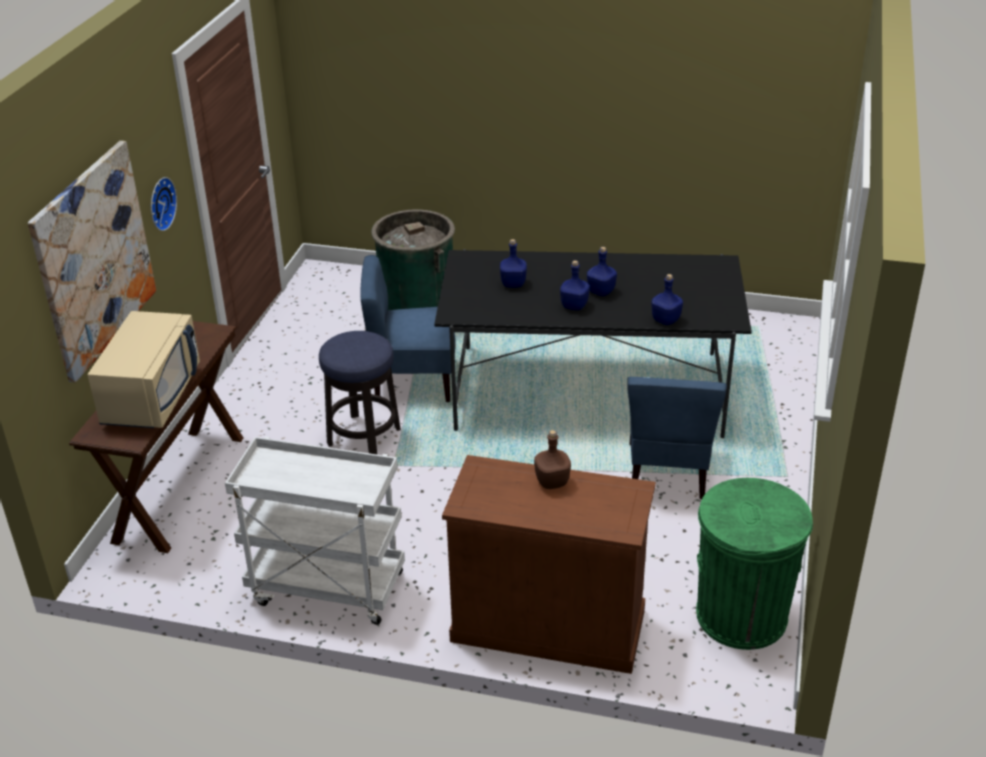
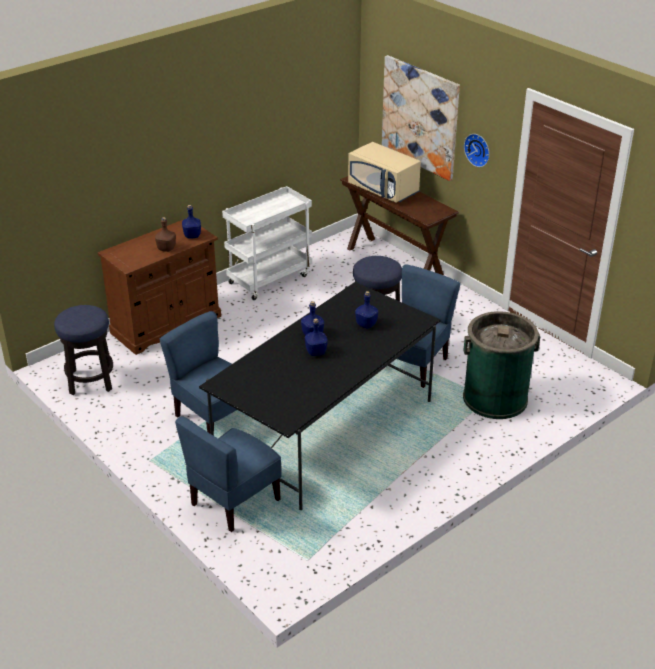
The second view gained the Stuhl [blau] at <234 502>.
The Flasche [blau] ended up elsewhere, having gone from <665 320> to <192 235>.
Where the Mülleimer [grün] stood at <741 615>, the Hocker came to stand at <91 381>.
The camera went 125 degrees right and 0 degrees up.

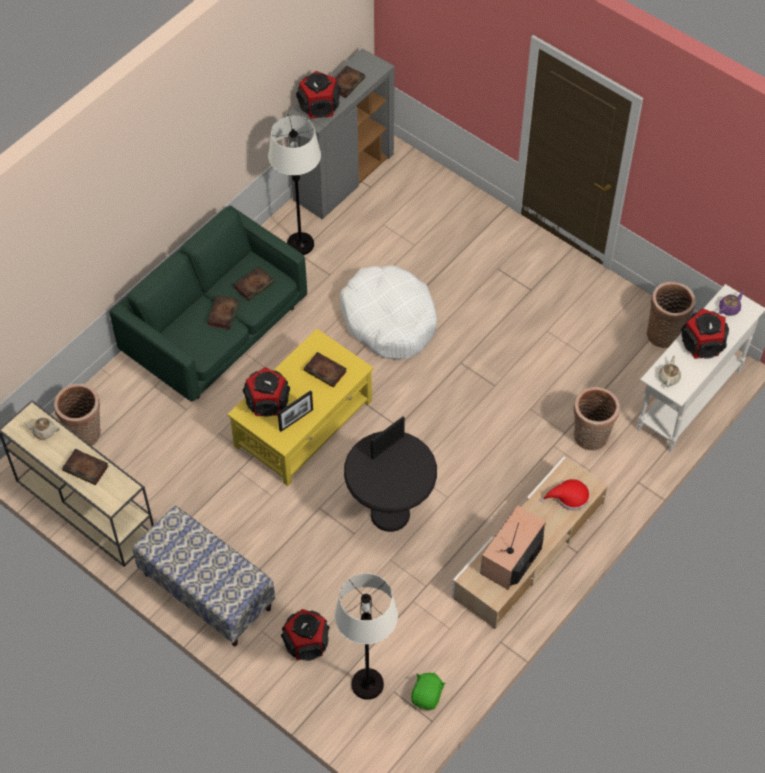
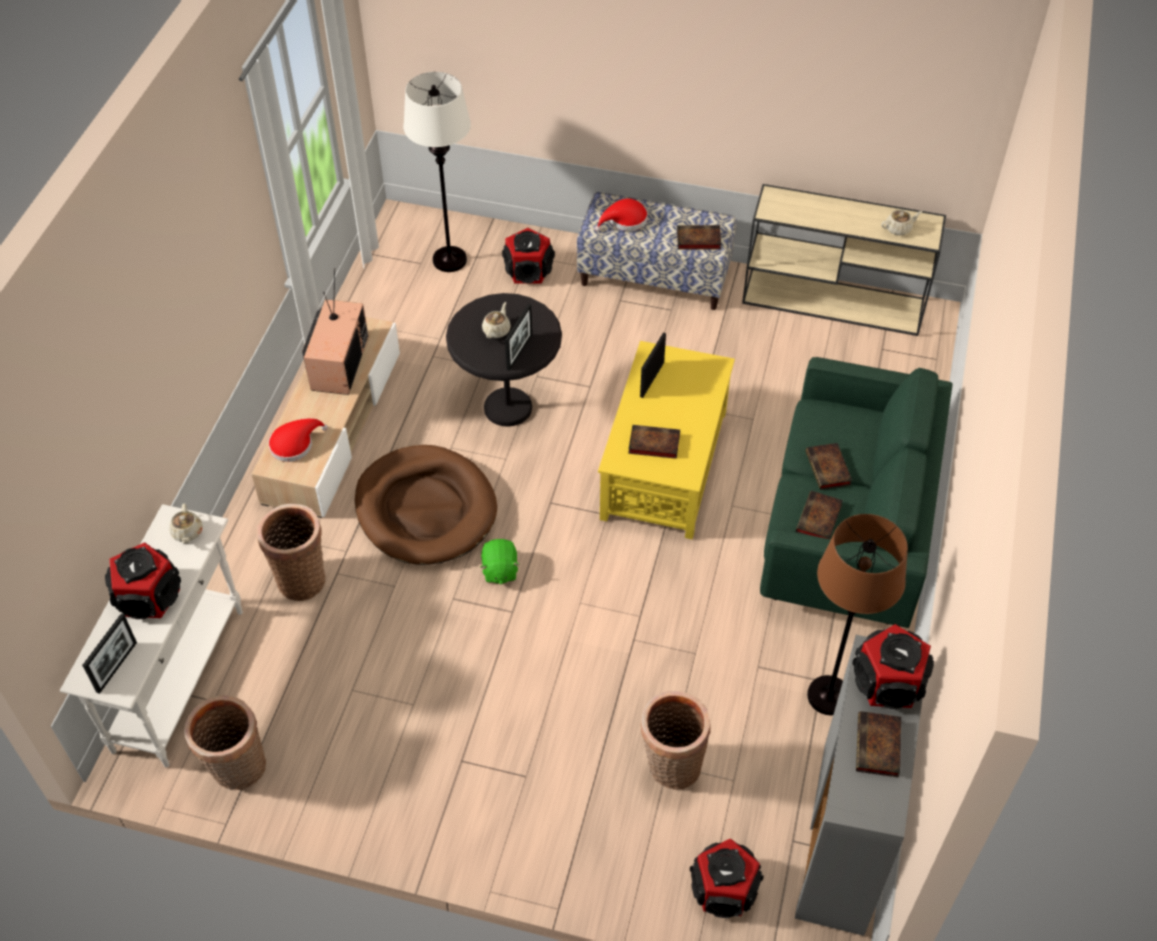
The second view lost the Hundebett [weiß] at <389 320>.
The second view gained the Hundebett [braun] at <425 509>.
The second view gained the Teekanne [beige] at <497 330>.
The second view gained the Hut [rot] at <625 220>.
The Korb ended up elsewhere, having gone from <85 435> to <671 766>.
The Buch ended up elsewhere, having gone from <87 468> to <697 240>.
The Lautsprecher ended up elsewhere, having gone from <267 401> to <724 890>.
The Plüschtier [grün] ended up elsewhere, having gone from <427 696> to <499 570>.
Where the Teekanne [lila] stood at <729 308>, the Bilderrahmen came to stand at <116 667>.
What was the Stehlampe [weiß] at <300 244> turned into the Stehlampe [braun] at <828 696>.
The camera went 155 degrees right and 5 degrees down.

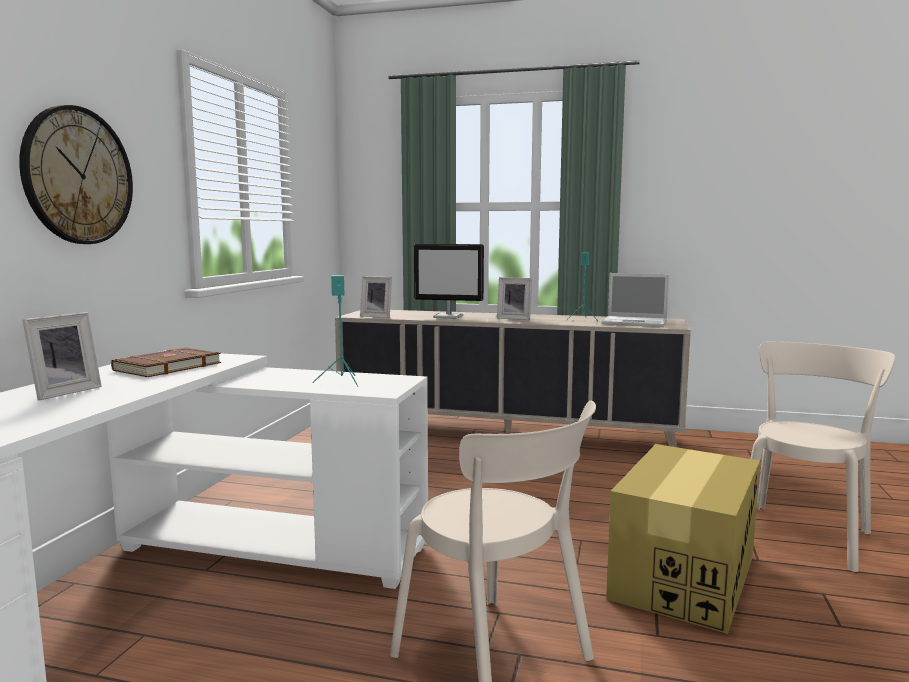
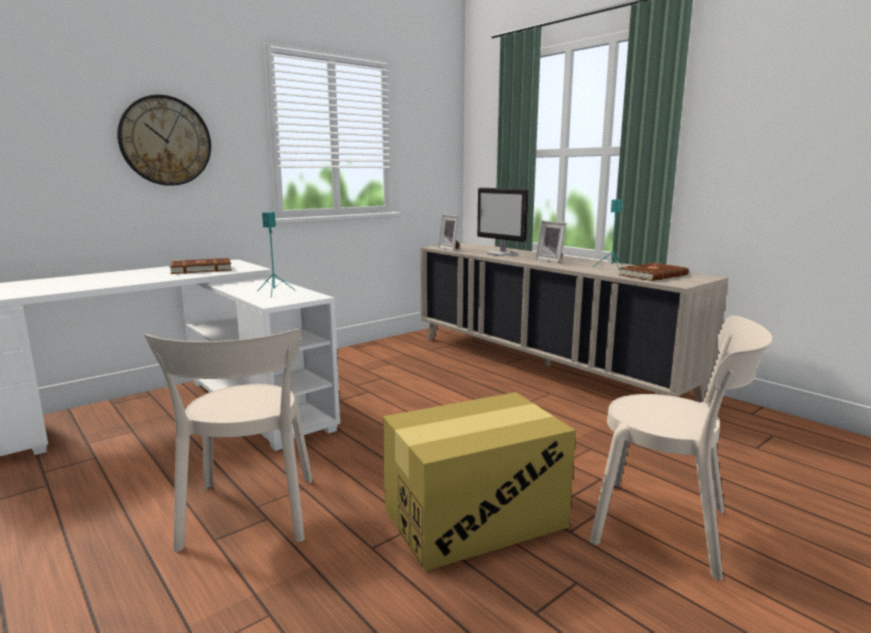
The second view lost the Bilderrahmen at <63 392>.
Where the Laptop stood at <636 322>, the Buch [braun] came to stand at <654 275>.
The Stuhl [beige] at <803 534> ended up facing another way, 45 degrees clockwise from before.
The camera went 35 degrees right and 5 degrees up.

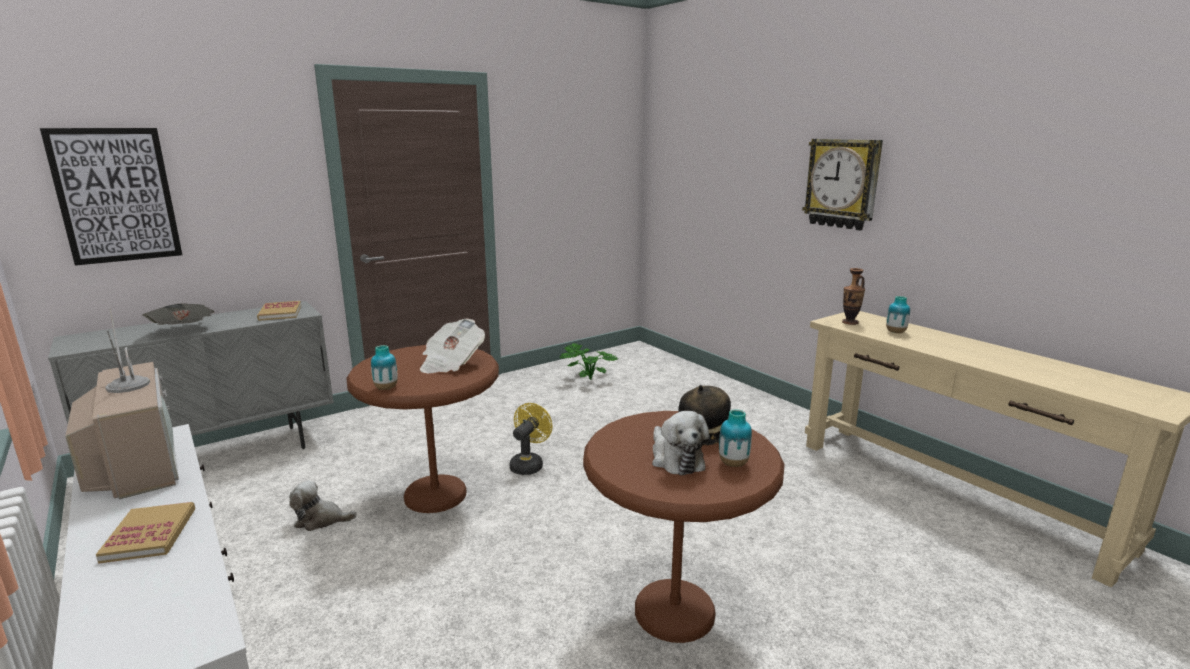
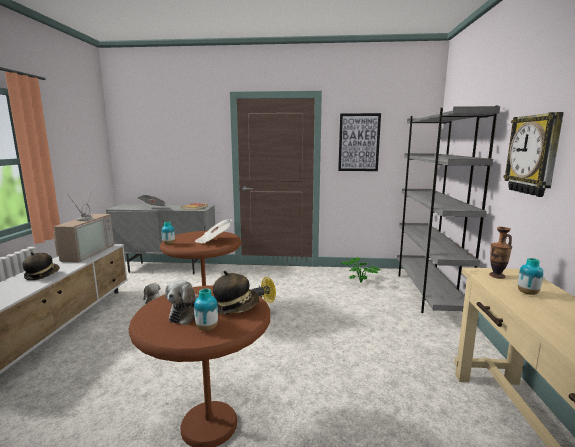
The second view gained the Bücherregal [grau] at <427 293>.
The Bild ended up elsewhere, having gone from <116 195> to <359 142>.
Where the Buch stood at <150 535>, the Hut came to stand at <42 275>.
The camera went 40 degrees right and 5 degrees down.

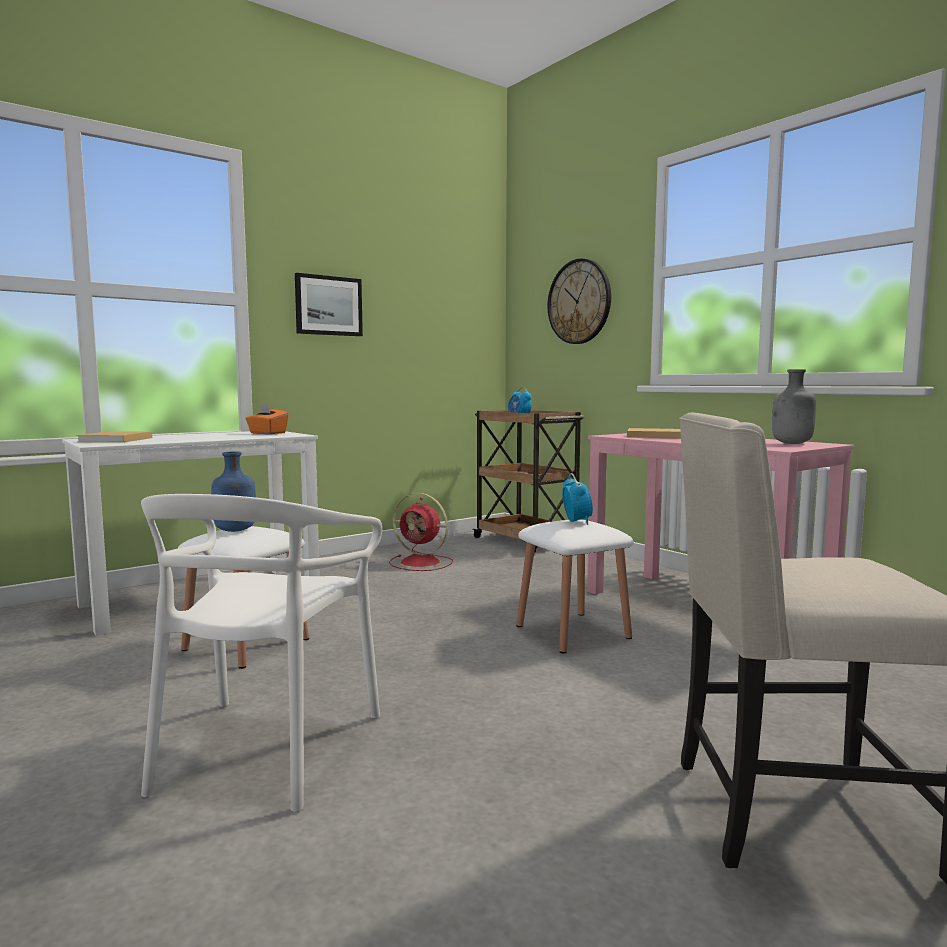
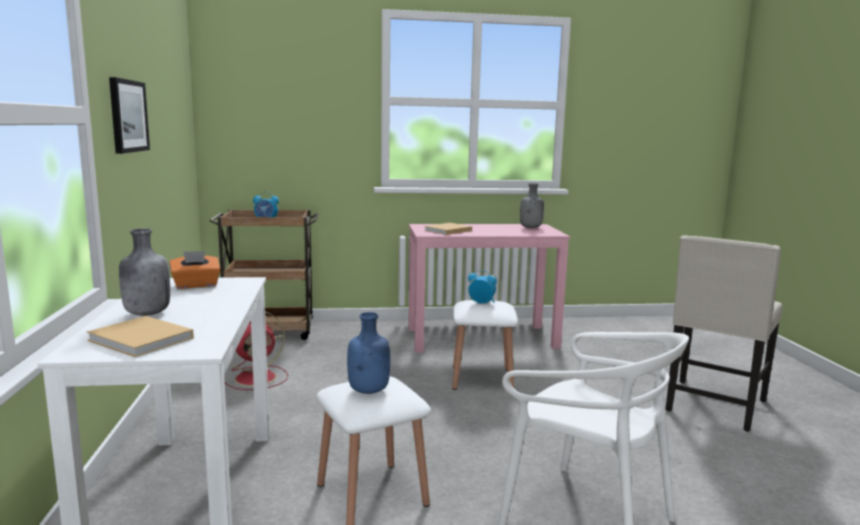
The second view lost the Wanduhr at <579 302>.
The second view gained the Flasche [grau] at <146 314>.
The camera went 60 degrees left and 5 degrees up.

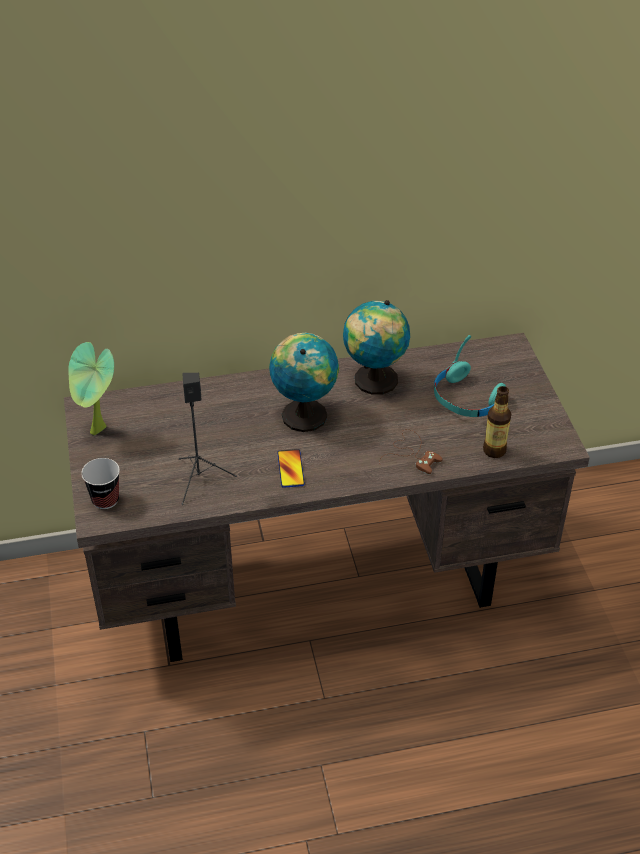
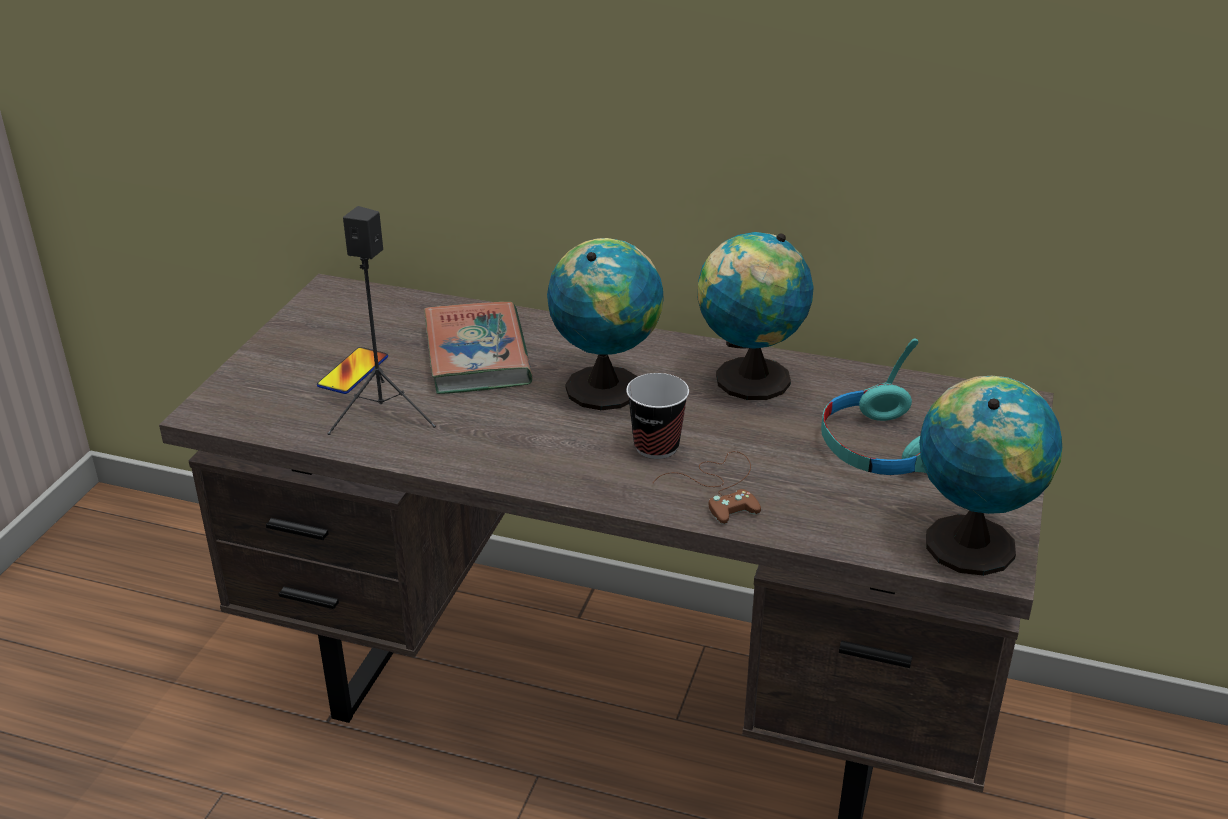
The second view lost the Topfpflanze at <99 432>.
The second view lost the Flasche at <494 450>.
The second view gained the Buch at <477 356>.
The second view gained the Globus at <970 542>.
The Tasse ended up elsewhere, having gone from <105 500> to <656 446>.
The Handy ended up elsewhere, having gone from <290 469> to <353 372>.
The camera went 30 degrees right and 10 degrees down.

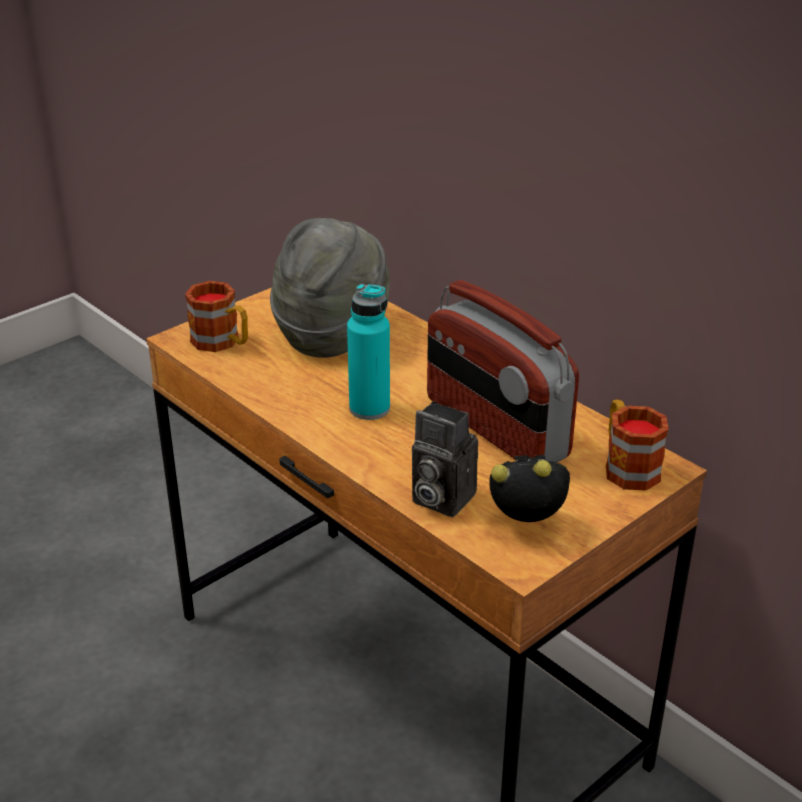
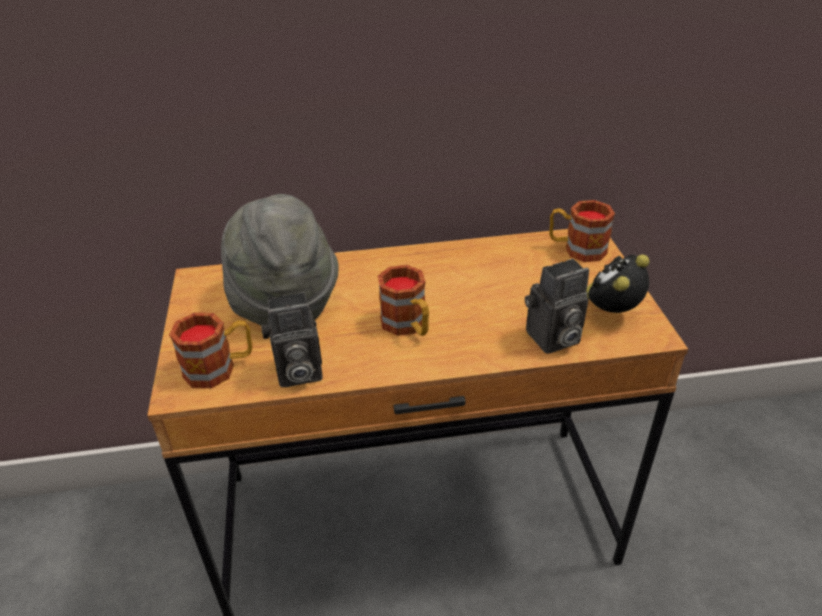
The second view lost the Radio at <495 428>.
The second view gained the Kamera at <296 373>.
Where the Flasche [türkis] stood at <369 408>, the Henkelbecher came to stand at <408 326>.
The camera went 55 degrees left and 5 degrees up.

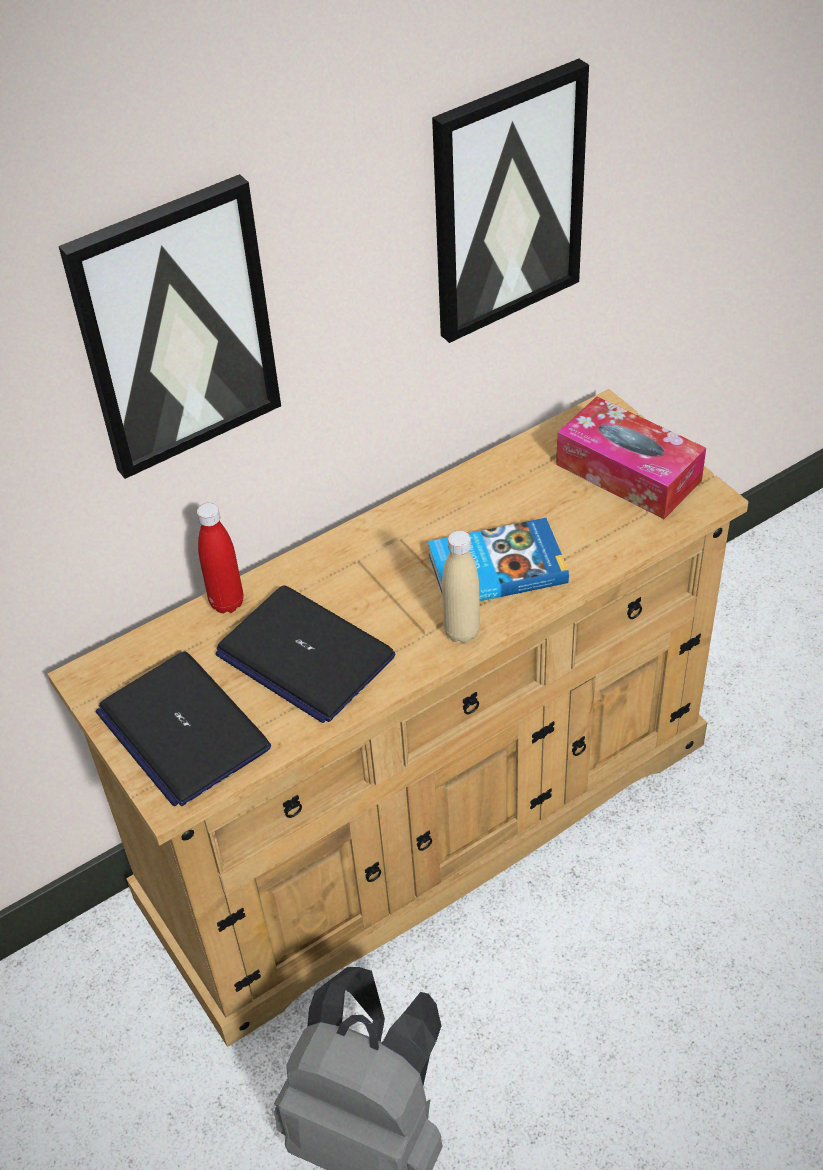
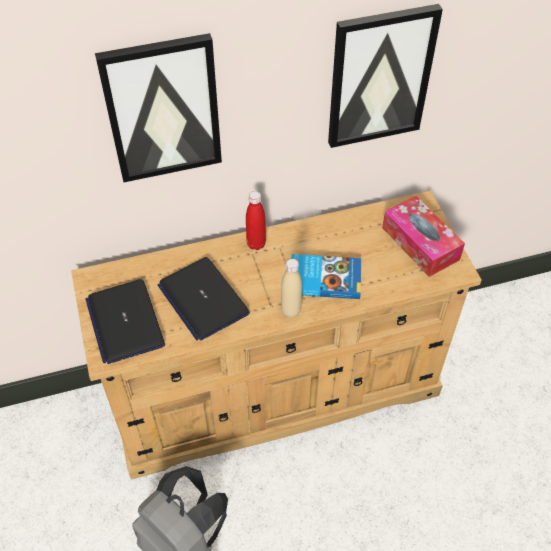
The Flasche [rot] ended up elsewhere, having gone from <227 603> to <256 244>.
The camera went 15 degrees right and 5 degrees up.

